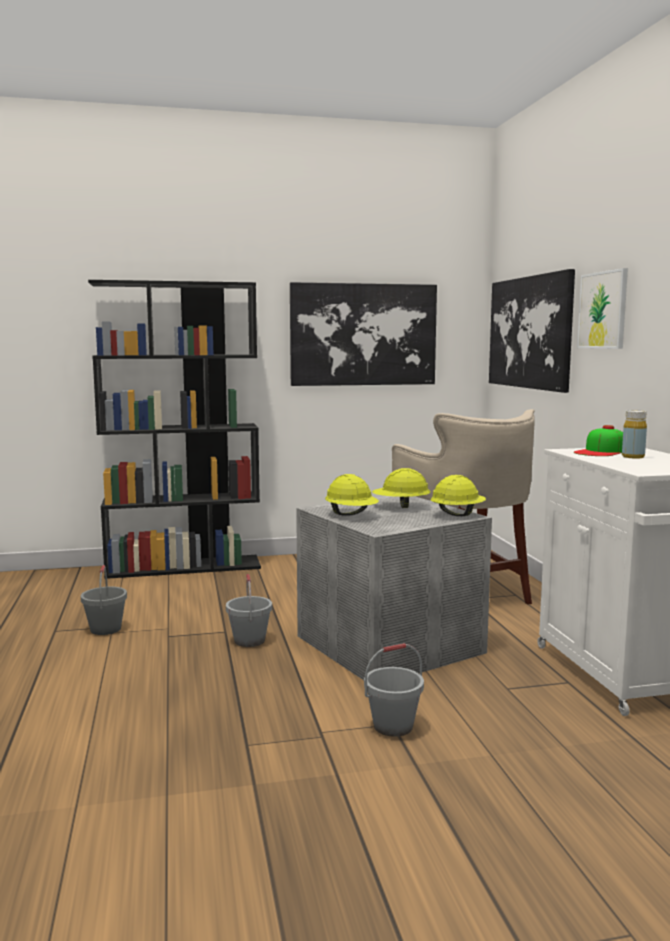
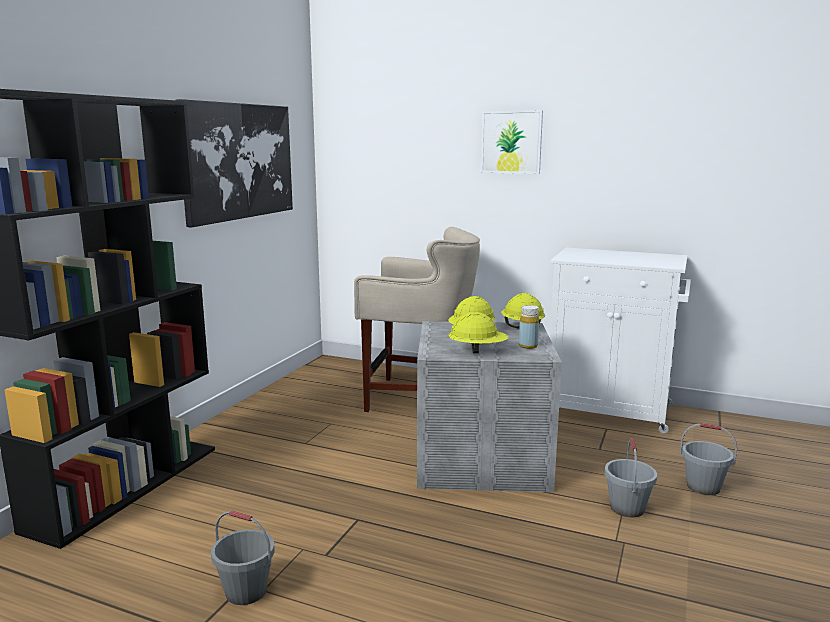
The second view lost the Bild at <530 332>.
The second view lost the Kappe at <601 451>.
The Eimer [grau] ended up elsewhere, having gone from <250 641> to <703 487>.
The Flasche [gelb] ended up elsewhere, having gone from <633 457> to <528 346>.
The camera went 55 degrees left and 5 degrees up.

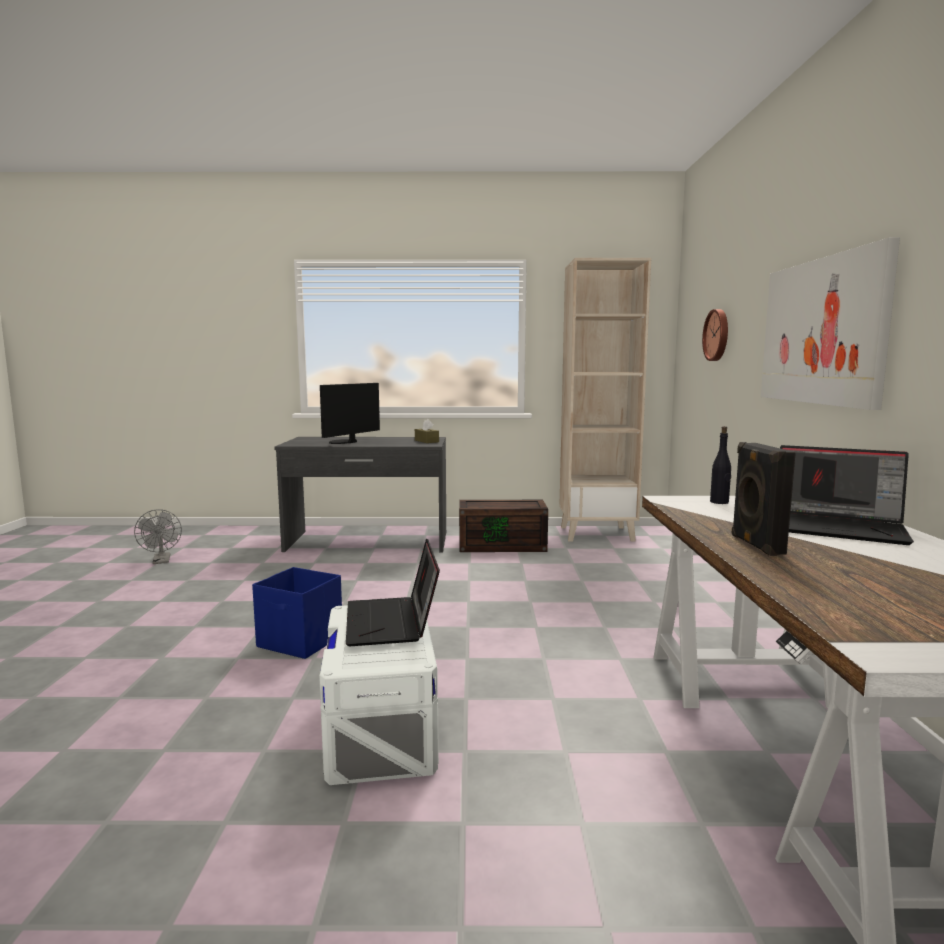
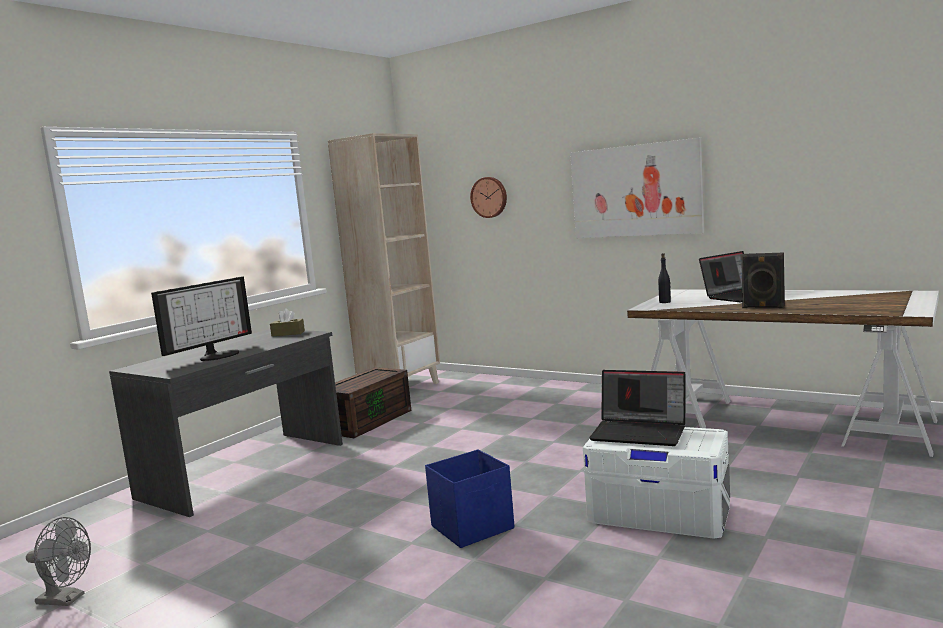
The Monitor at <345 442> ended up facing another way, 120 degrees counterclockwise from before.
The camera went 55 degrees left and 0 degrees up.

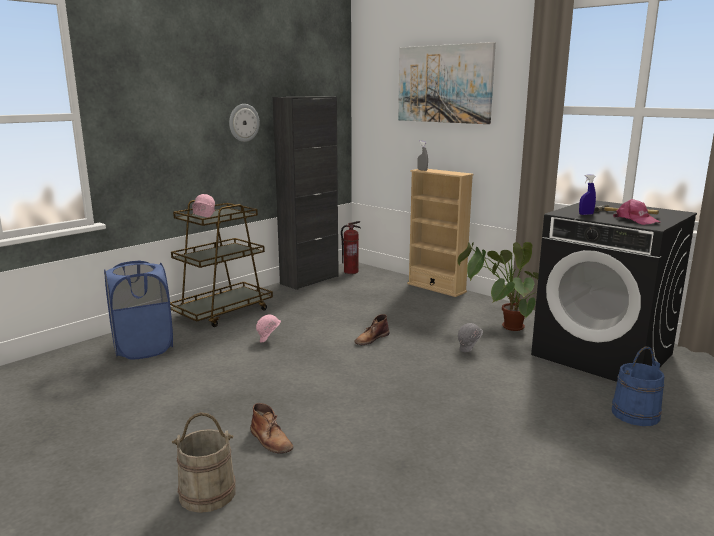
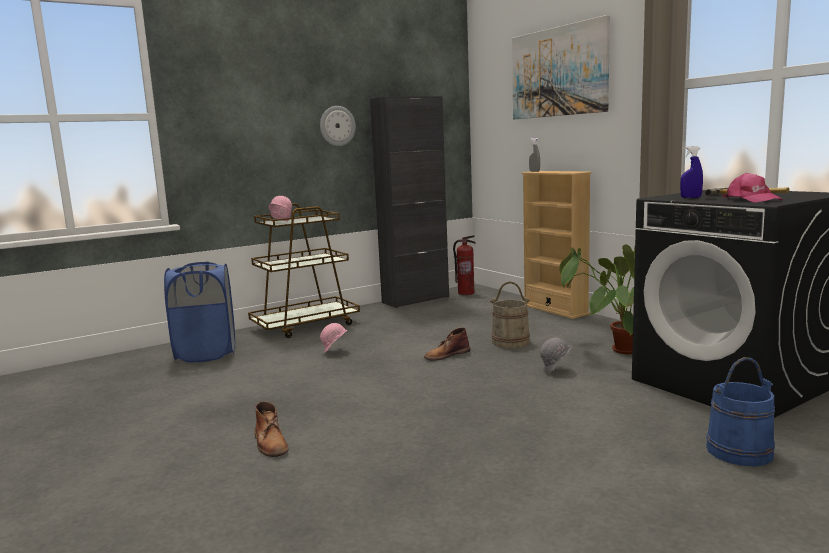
The Eimer [beige] ended up elsewhere, having gone from <207 493> to <510 342>.
The camera went 15 degrees right and 5 degrees down.

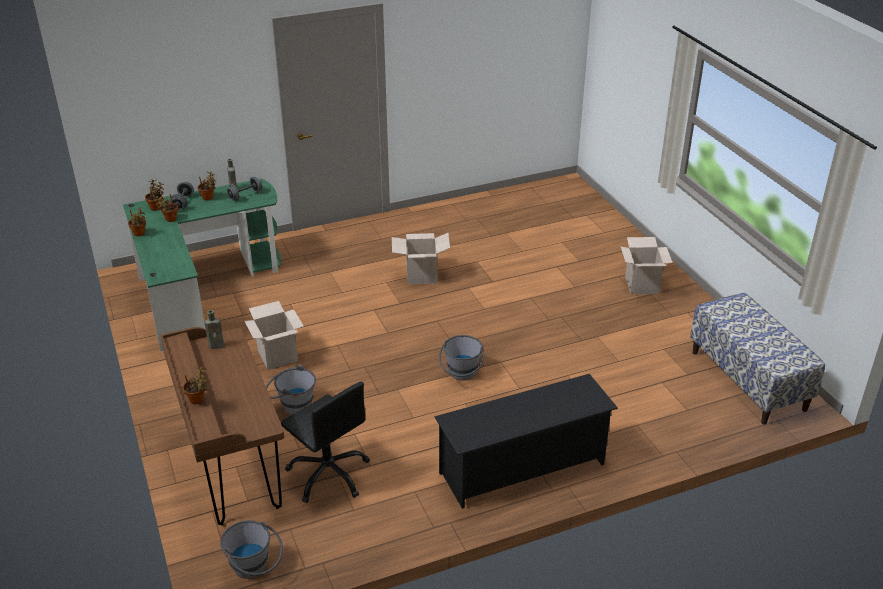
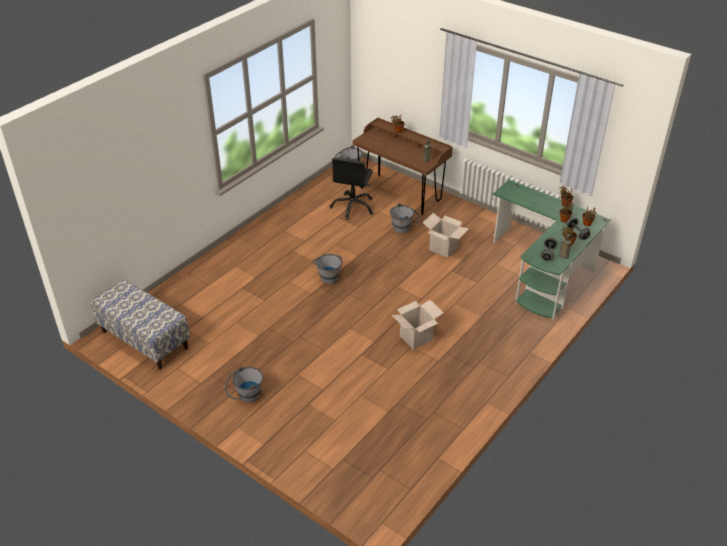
The second view lost the Schuhregal [schwarz] at <522 468>.
Where the Karton stood at <641 285>, the Eimer [grau] came to stand at <245 397>.
The Bürostuhl [schwarz] at <329 474> ended up facing another way, 90 degrees counterclockwise from before.
The camera went 150 degrees right and 5 degrees up.

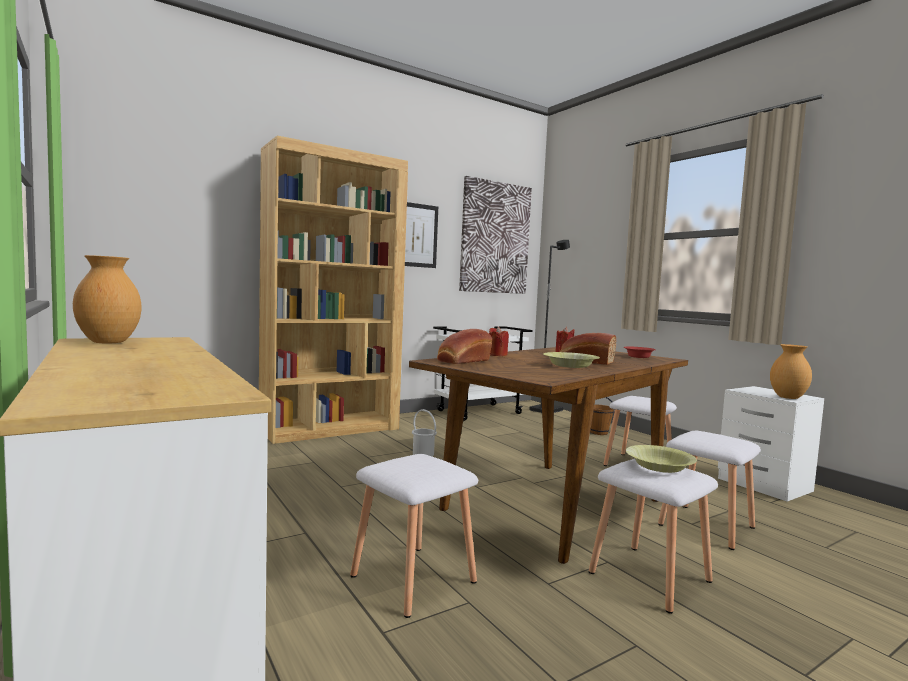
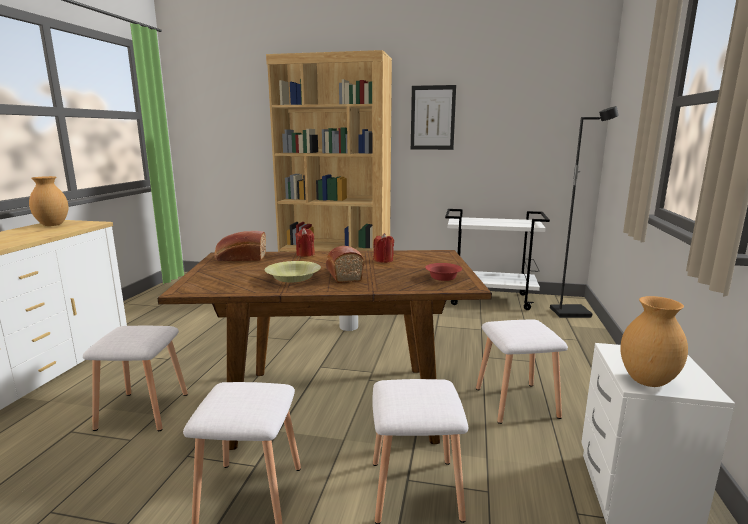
The second view lost the Bild at <495 238>.
The second view lost the Eimer [braun] at <598 432>.
The second view lost the Schüssel [gelb] at <659 467>.
The camera went 45 degrees right and 10 degrees up.

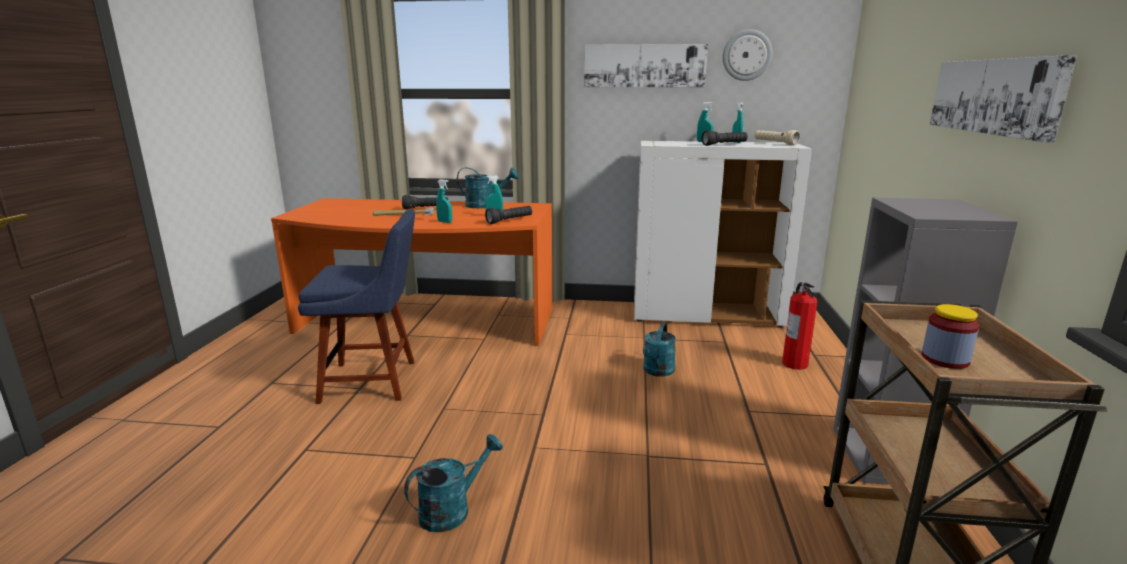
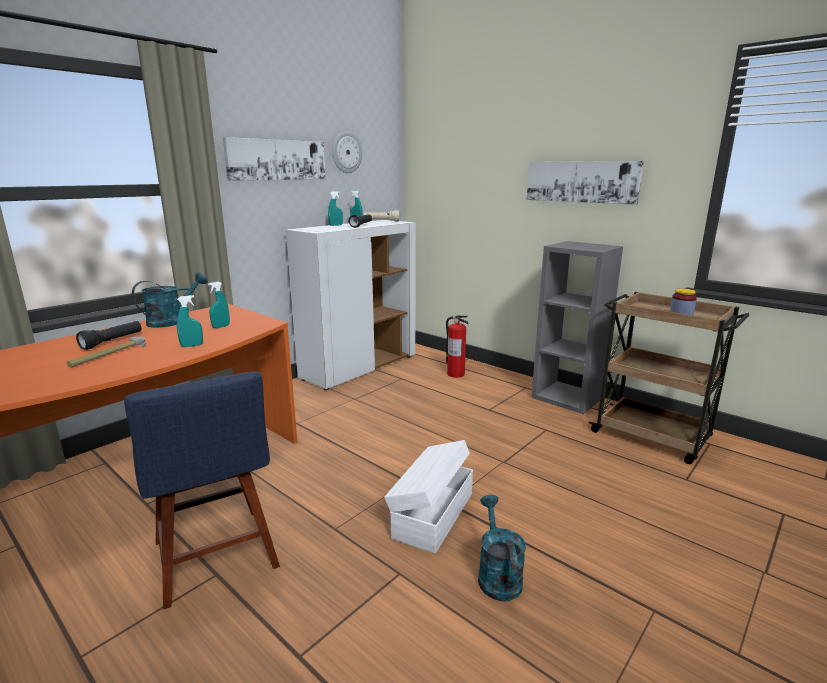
The second view lost the Taschenlampe [schwarz] at <509 220>.
The second view lost the Gießkanne [türkis] at <657 372>.
The second view gained the Aufbewahrungsbox [weiß] at <432 515>.
The Stuhl [blau] at <374 381> ended up facing another way, 120 degrees clockwise from before.
The camera went 55 degrees left and 0 degrees up.

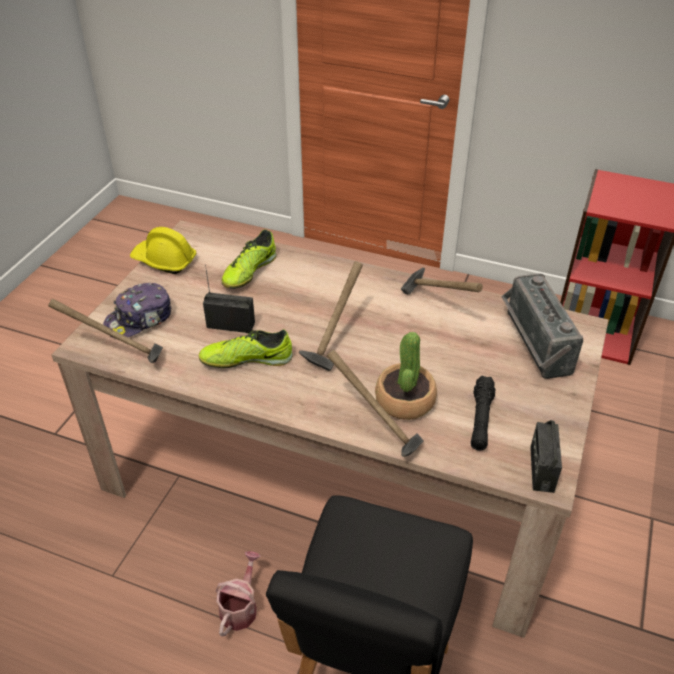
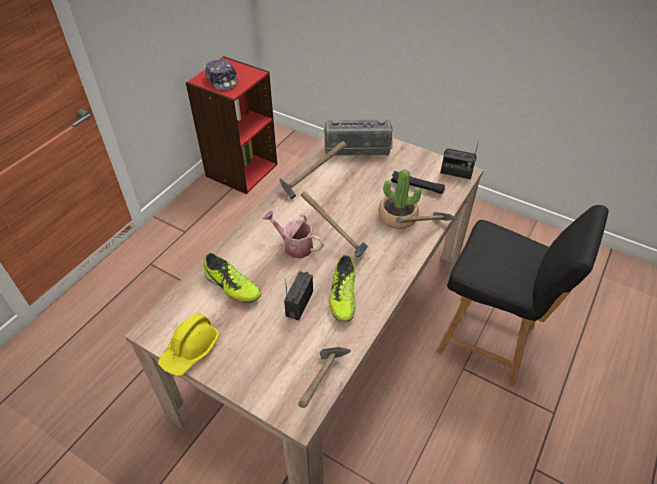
The Kappe ended up elsewhere, having gone from <140 319> to <222 80>.
The Gießkanne ended up elsewhere, having gone from <240 607> to <294 246>.
The camera went 80 degrees left and 5 degrees up.

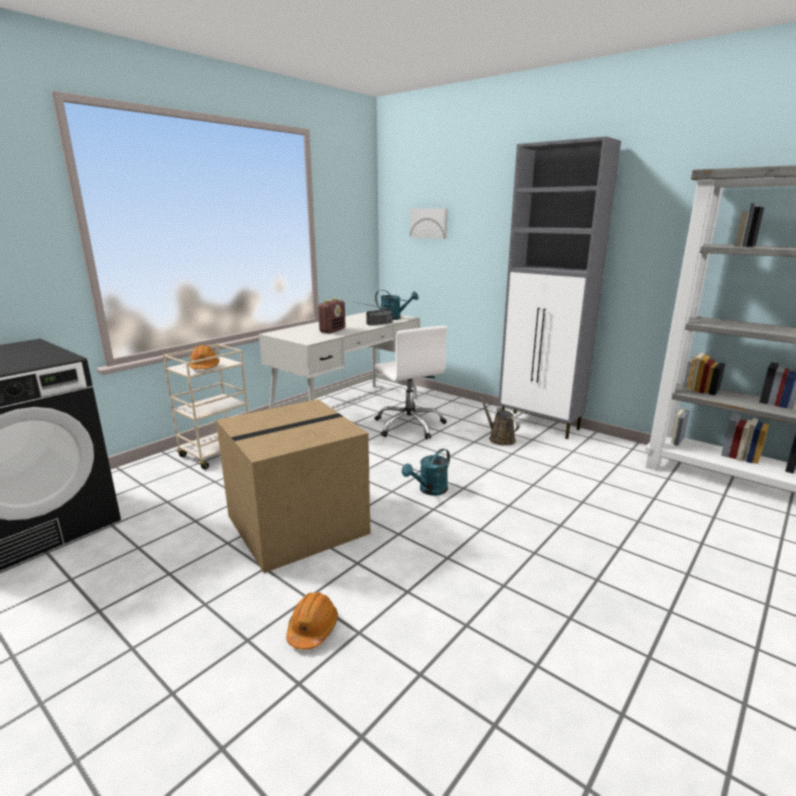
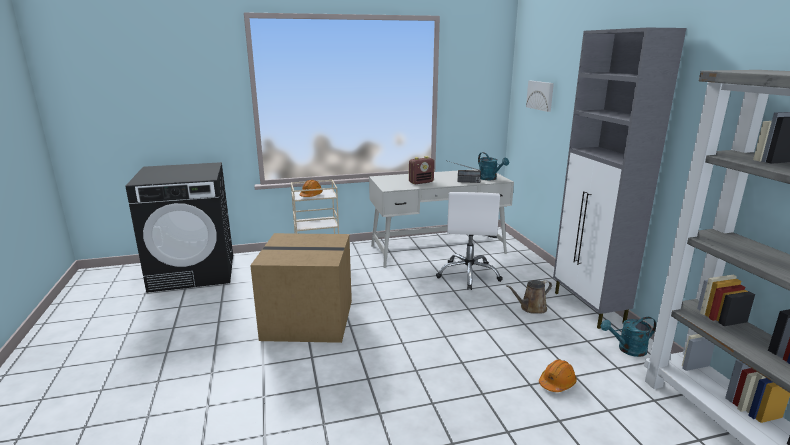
The Schutzhelm [orange] ended up elsewhere, having gone from <312 629> to <557 383>.
The Gießkanne [türkis] ended up elsewhere, having gone from <429 490> to <627 349>.
The Gießkanne [braun] at <500 439> ended up facing another way, 120 degrees counterclockwise from before.
The camera went 35 degrees right and 0 degrees up.

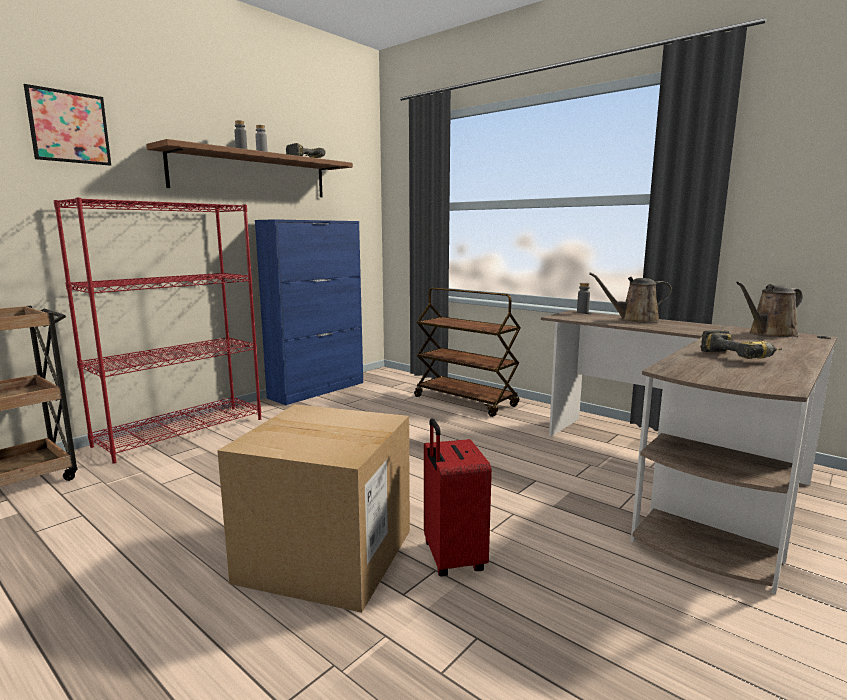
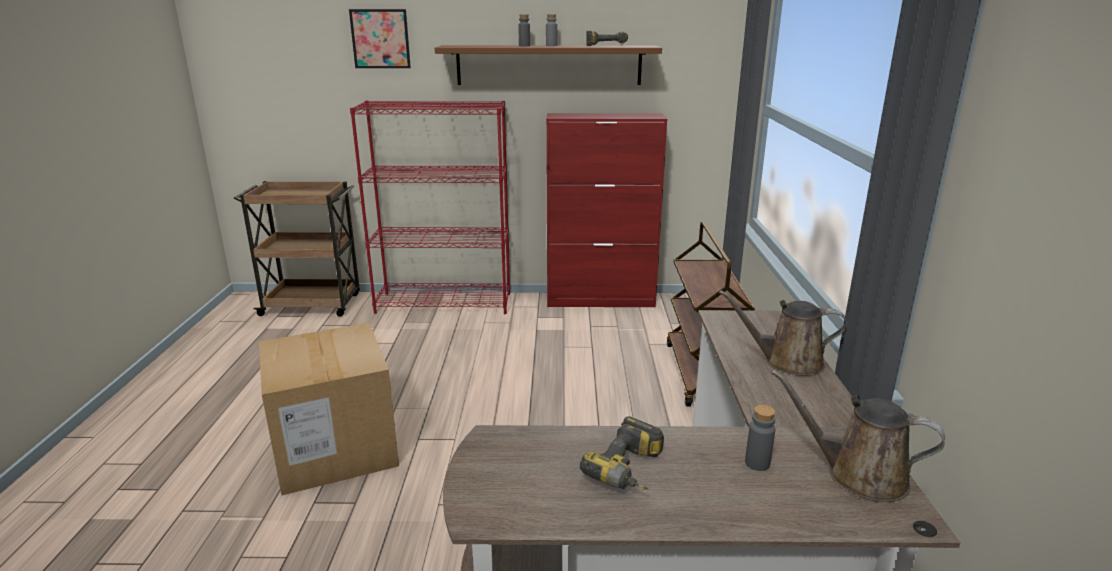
The second view lost the Koffer [rot] at <451 558>.
The Flasche [grau] ended up elsewhere, having gone from <582 312> to <757 463>.
What was the Schrank [blau] at <318 390> turned into the Schrank [rot] at <601 300>.
The Gießkanne [braun] at <635 320> ended up facing another way, 45 degrees counterclockwise from before.
The camera went 50 degrees right and 10 degrees up.

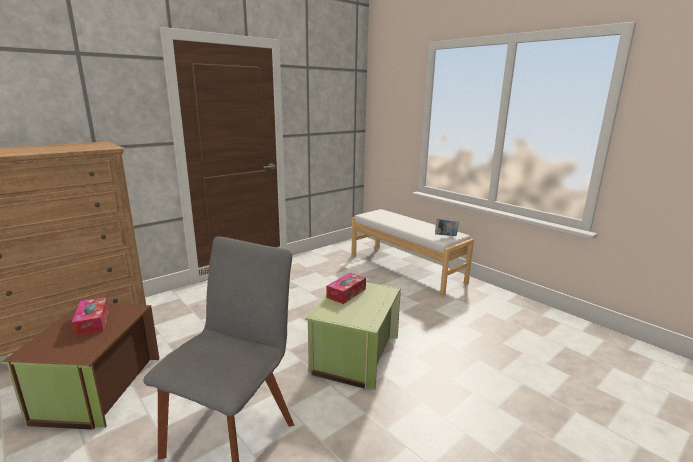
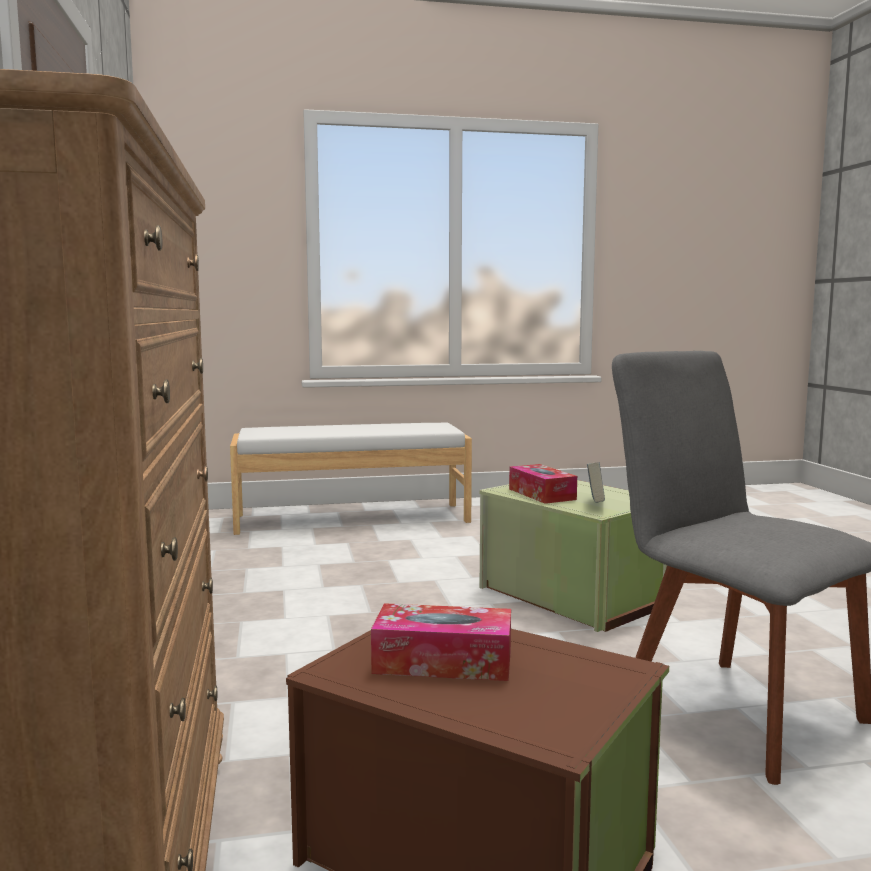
The Buch ended up elsewhere, having gone from <445 236> to <595 505>.
The camera went 60 degrees left and 10 degrees down.

